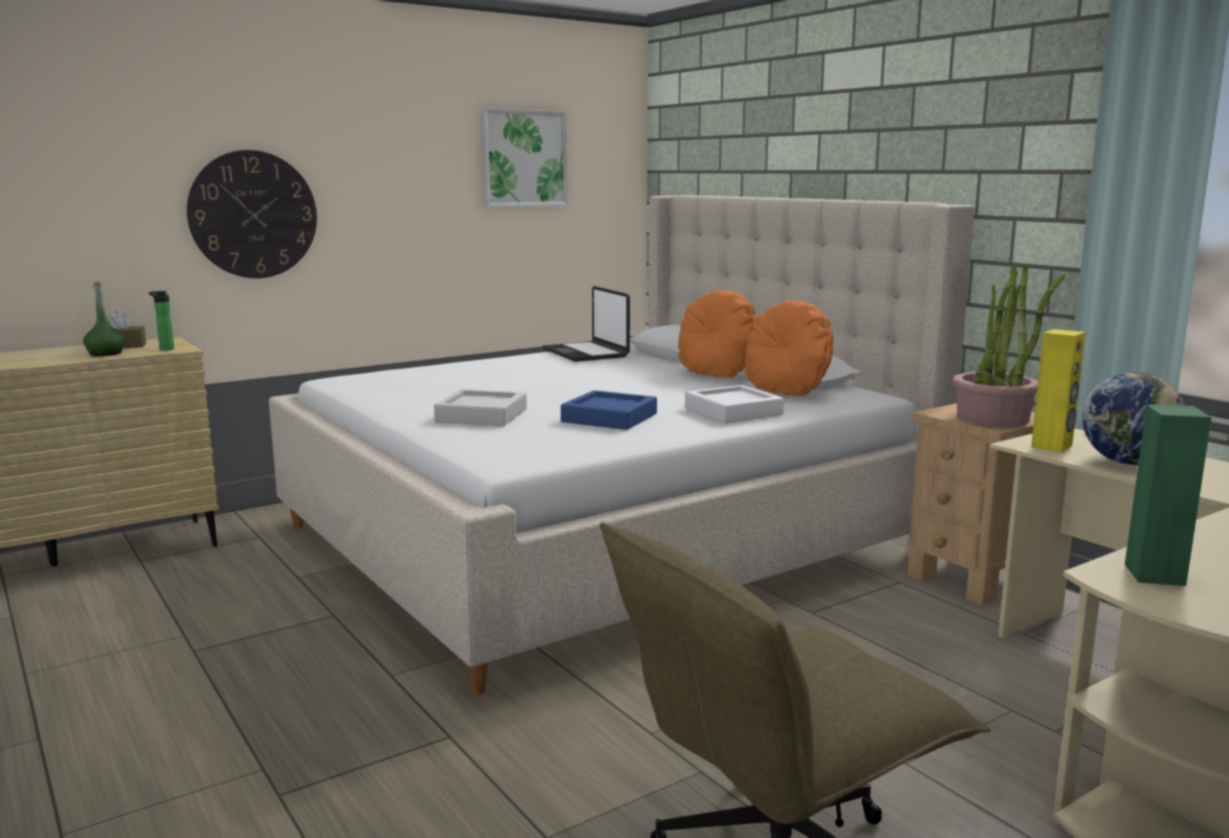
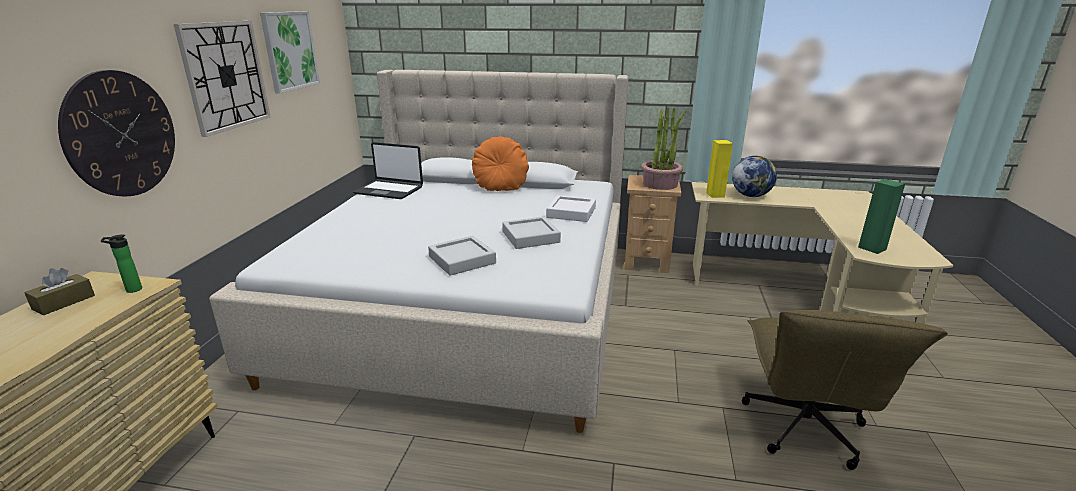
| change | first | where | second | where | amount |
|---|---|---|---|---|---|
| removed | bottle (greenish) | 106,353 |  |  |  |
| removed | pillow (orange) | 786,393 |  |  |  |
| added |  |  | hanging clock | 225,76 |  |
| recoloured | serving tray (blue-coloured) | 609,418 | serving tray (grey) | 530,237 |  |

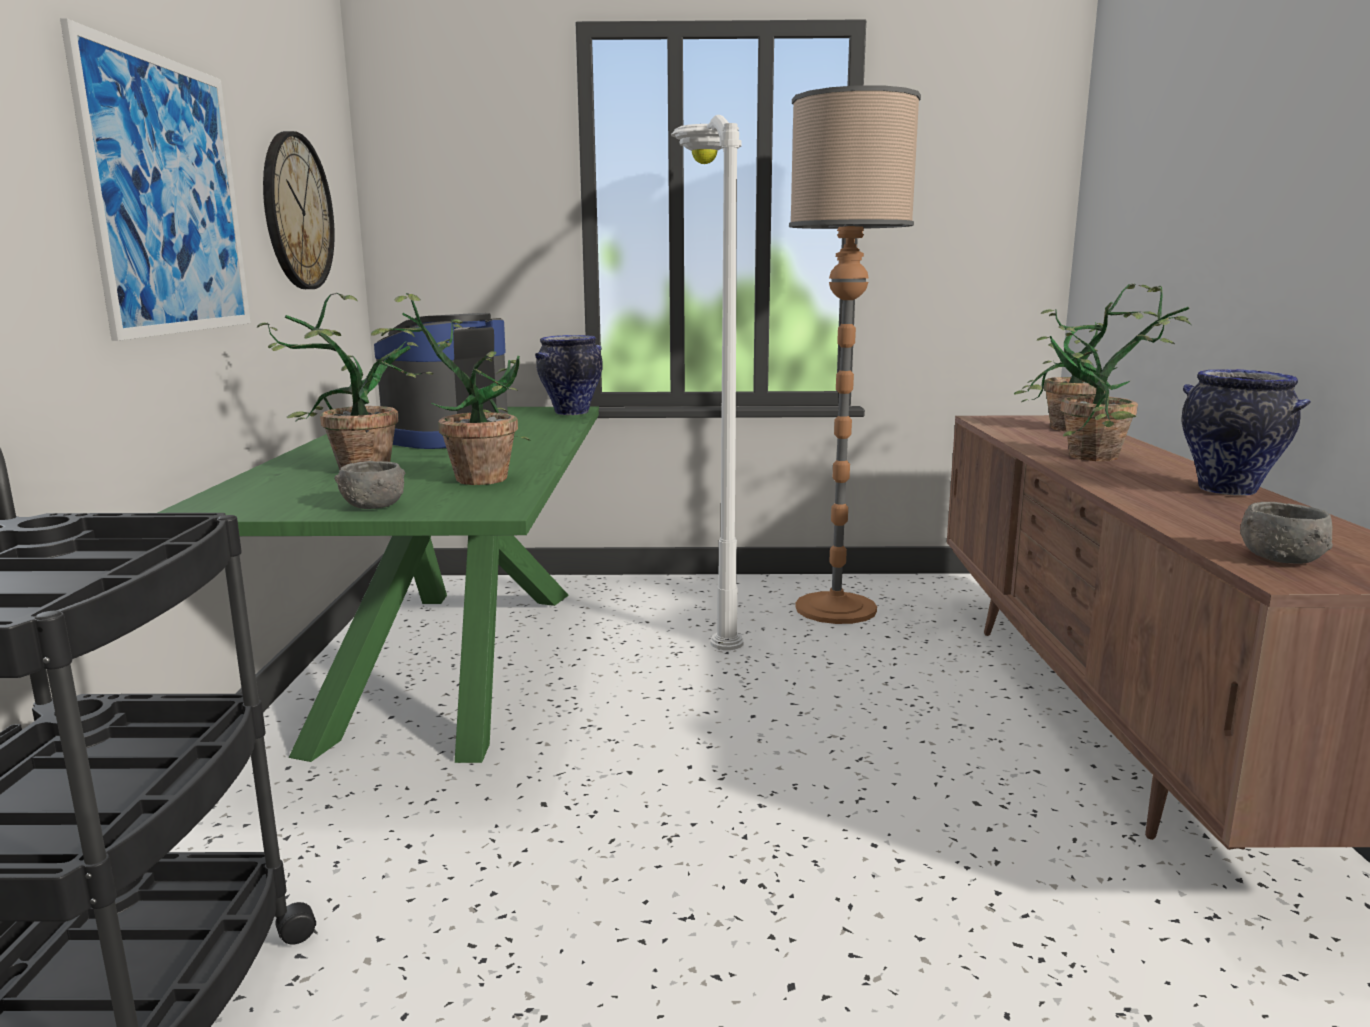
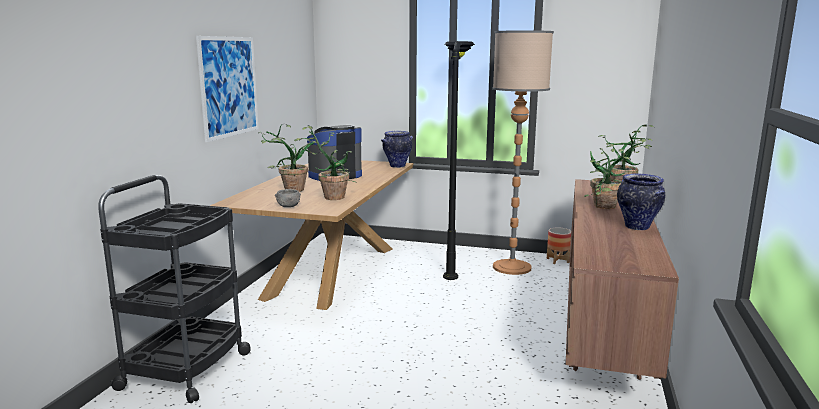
| change | first | where | second | where | amount |
|---|---|---|---|---|---|
| removed | hanging clock | 297,212 |  |  |  |
| removed | deep dish (grey) | 1280,558 |  |  |  |
| added |  |  | plant pot | 558,260 |  |
| recoloured | dinner table (greenish) | 452,662 | dinner table (brown) | 331,272 |  |
| recoloured | standard lamp (white-coloured) | 710,607 | standard lamp (blackish) | 453,261 |  |

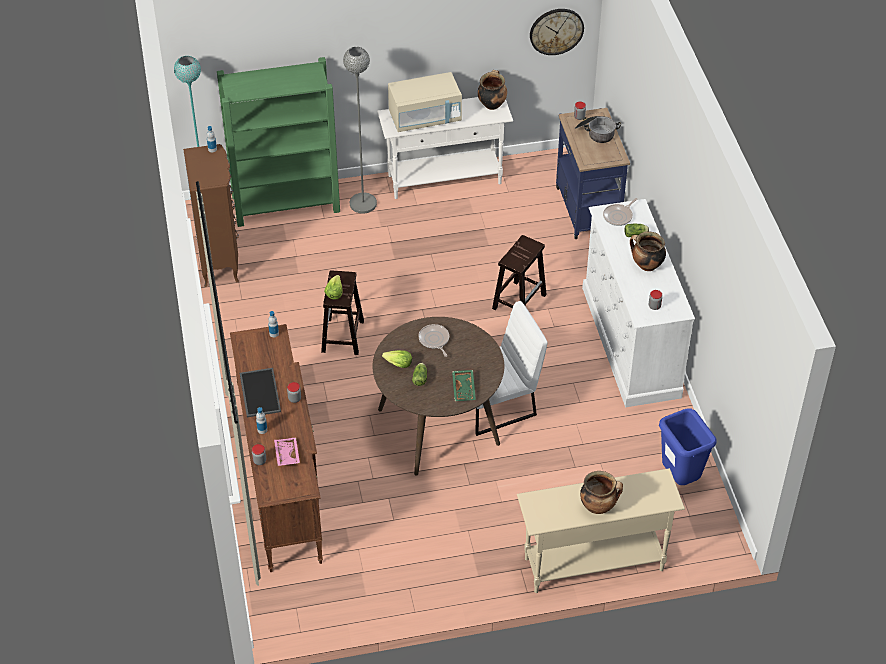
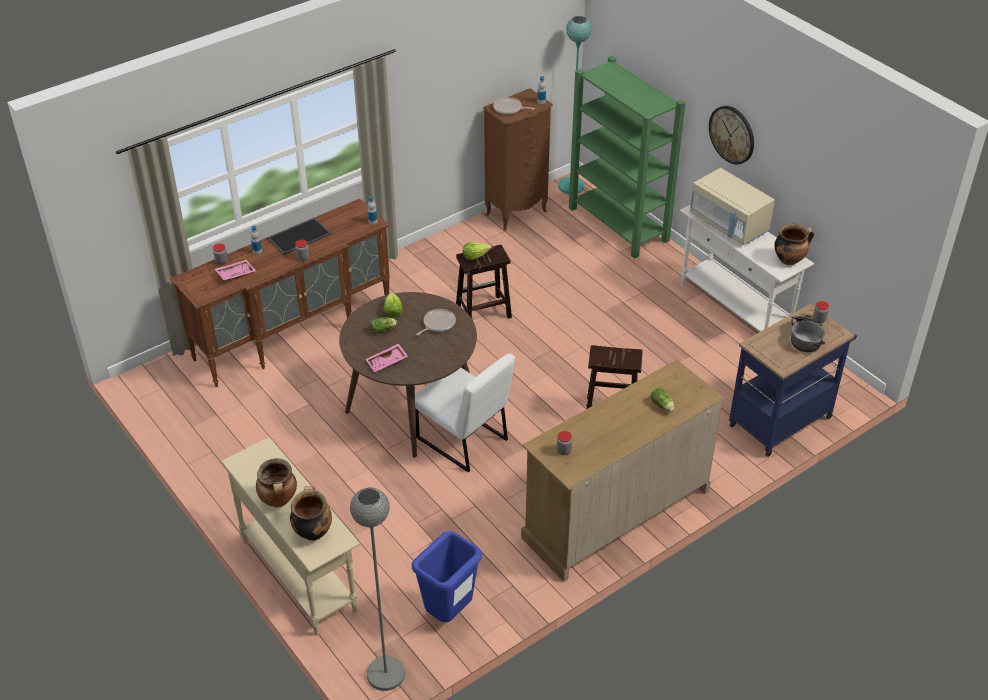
| change | first | where | second | where | amount |
|---|---|---|---|---|---|
| moved | standard lamp (grey) | 363,204 |  | 385,674 |  |
| moved | hanging clock | 556,31 |  | 732,134 |  |
| moved | frying pan | 619,216 |  | 509,109 |  |
| moved | cooking pot | 646,265 |  | 312,531 |  |
| recoloured | serving tray (greenish) | 464,389 | serving tray (pink) | 387,362 |  |
| recoloured | dresser (white-coloured) | 630,342 | dresser (brown) | 615,514 |  |

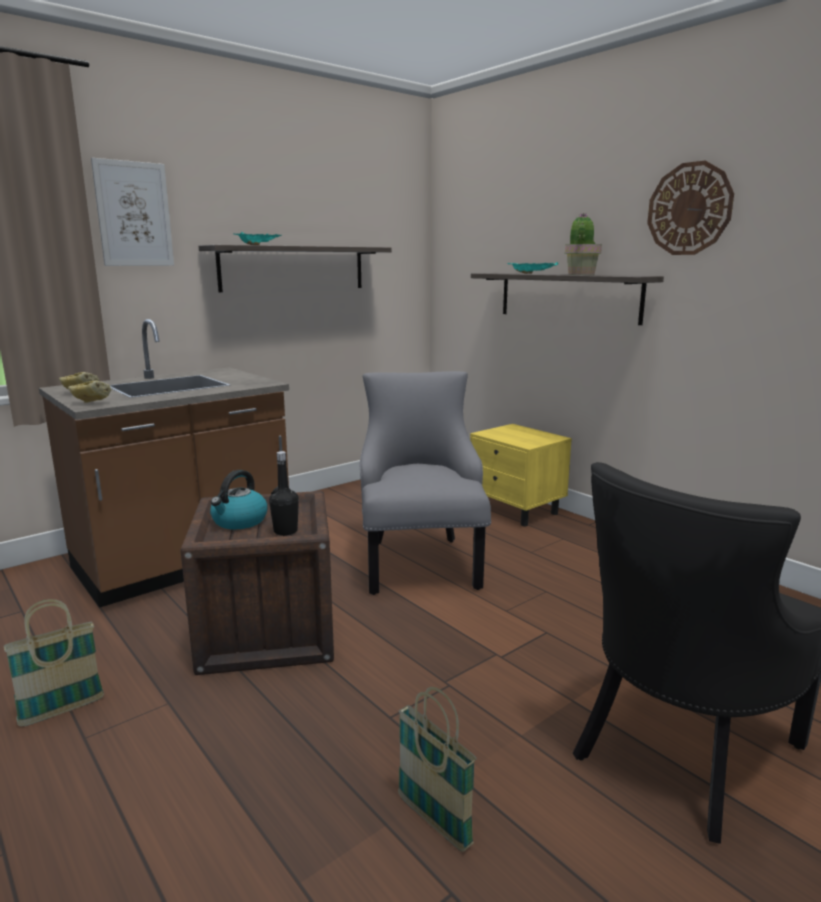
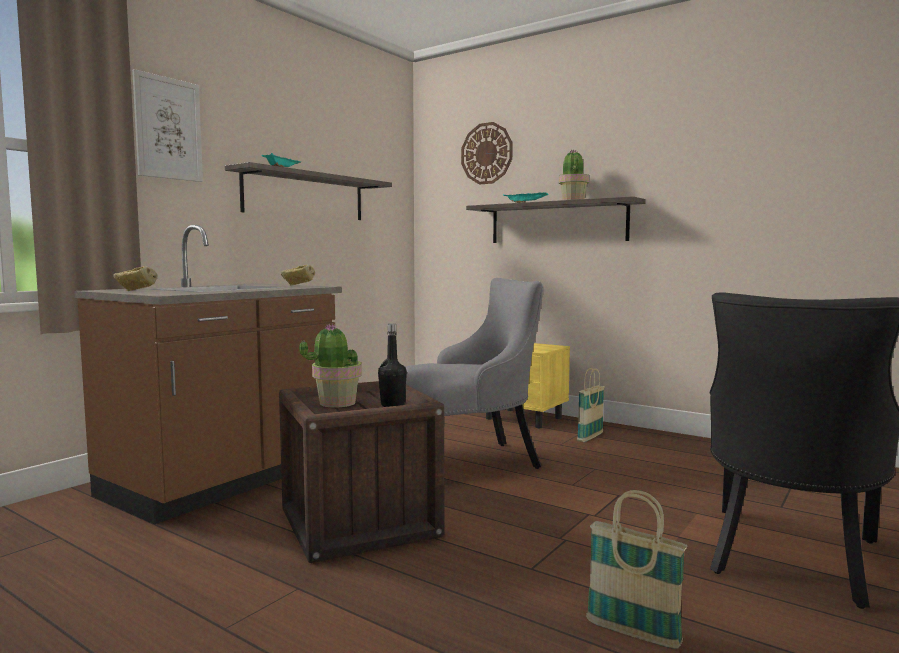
| change | first | where | second | where | amount |
|---|---|---|---|---|---|
| moved | basket | 62,710 |  | 590,437 |  |
| moved | bakery bread | 91,404 |  | 298,285 |  |
| moved | hanging clock | 689,209 |  | 486,153 |  |
| replaced | water kettle | 239,521 | houseplant | 336,403 |  |
| turned | chair (grey) | 420,566 |  | 469,462 | 90 degrees clockwise |

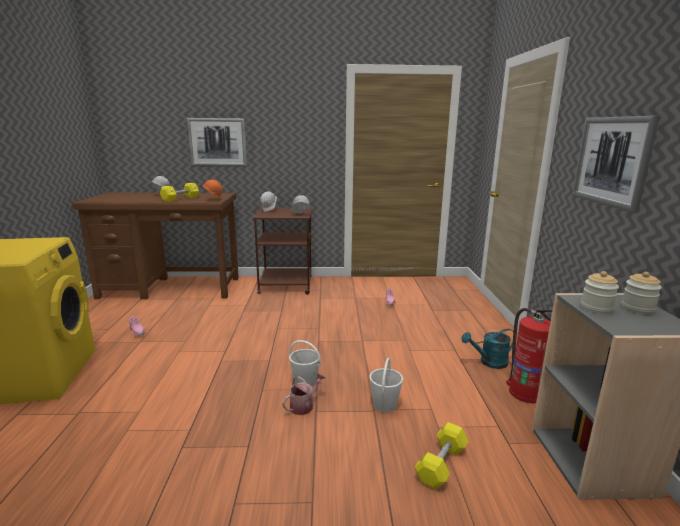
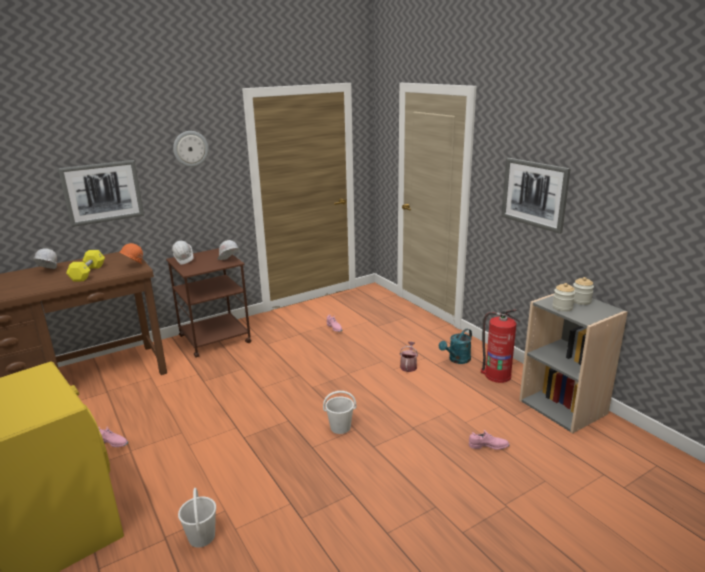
| change | first | where | second | where | amount |
|---|---|---|---|---|---|
| added |  |  | hanging clock | 190,148 |  |
| moved | sprinkling can | 304,405 |  | 408,366 |  |
| moved | bucket (white-coloured) | 385,404 |  | 201,536 |  |
| replaced | hand weight (yellowish) | 441,464 | low shoe (pink) | 488,446 |  |

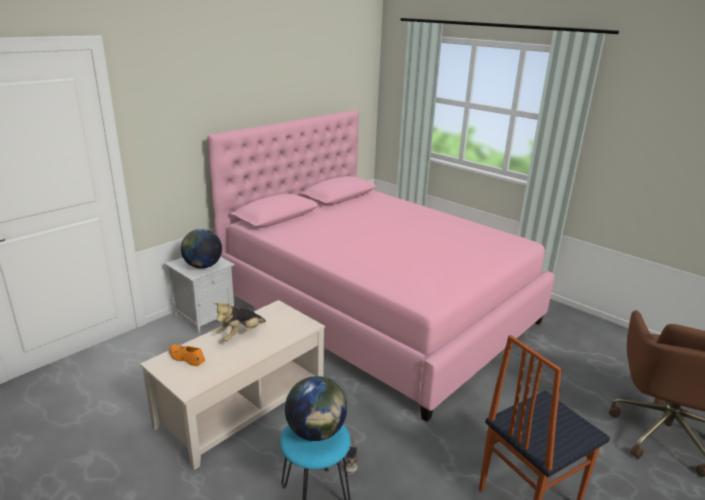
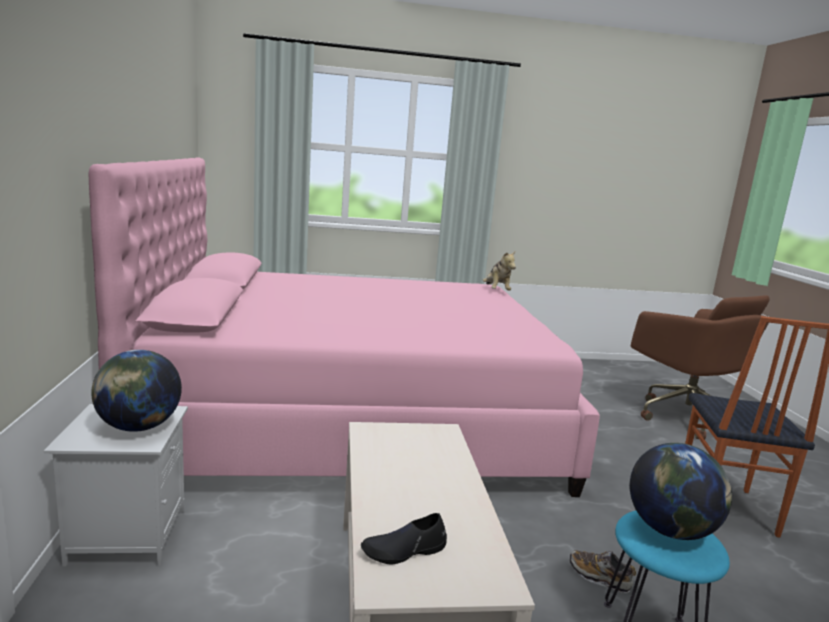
| change | first | where | second | where | amount |
|---|---|---|---|---|---|
| moved | plush toy | 240,334 |  | 496,291 |  |
| recoloured | low shoe (orange) | 186,358 | low shoe (blackish) | 404,550 |  |

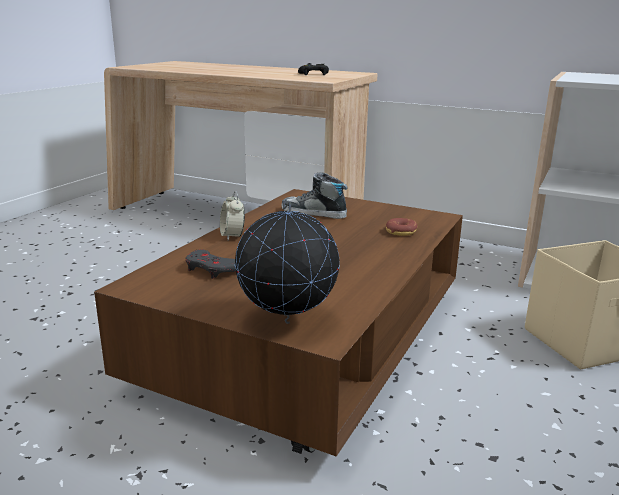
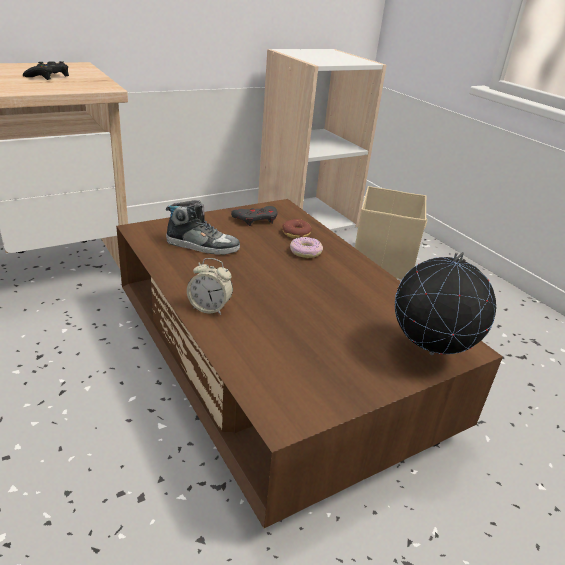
| change | first | where | second | where | amount |
|---|---|---|---|---|---|
| added |  |  | doughnut | 305,252 |  |
| moved | gamepad (grey) | 213,269 |  | 256,219 |  |
| turned | low shoe | 313,213 |  | 202,245 | 135 degrees counterclockwise |

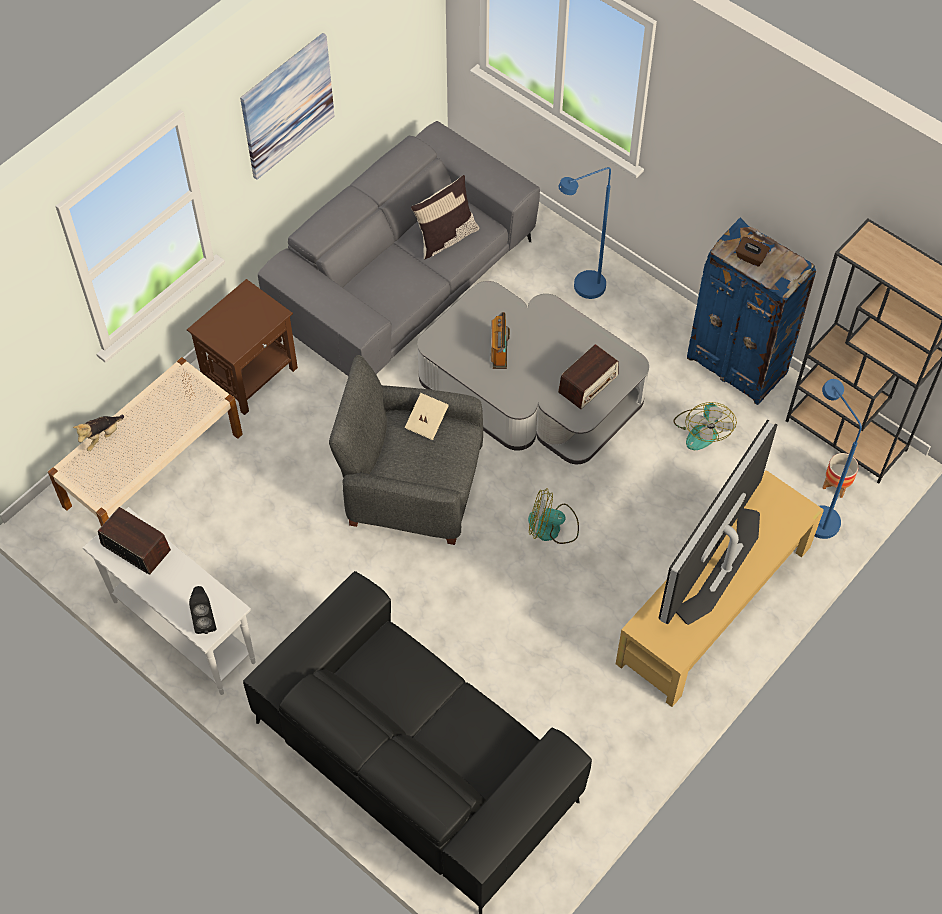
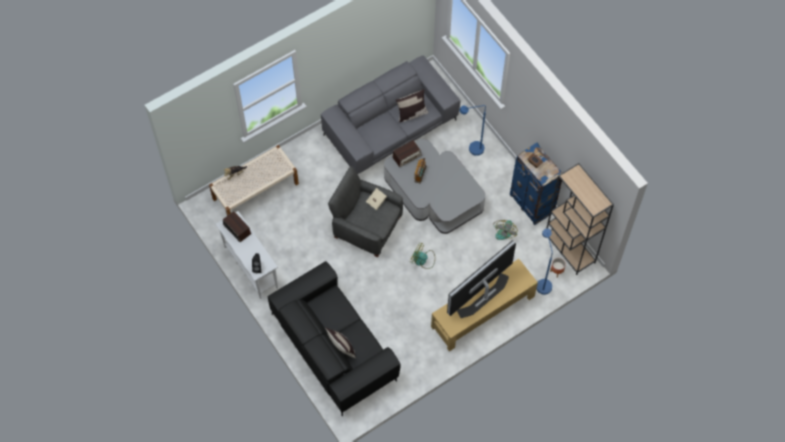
| change | first | where | second | where | amount |
|---|---|---|---|---|---|
| removed | side table (brown) | 251,374 |  |  |  |
| removed | wall picture | 287,106 |  |  |  |
| added |  |  | pillow | 341,348 |  |
| moved | radio receiver | 588,384 |  | 407,156 |  |

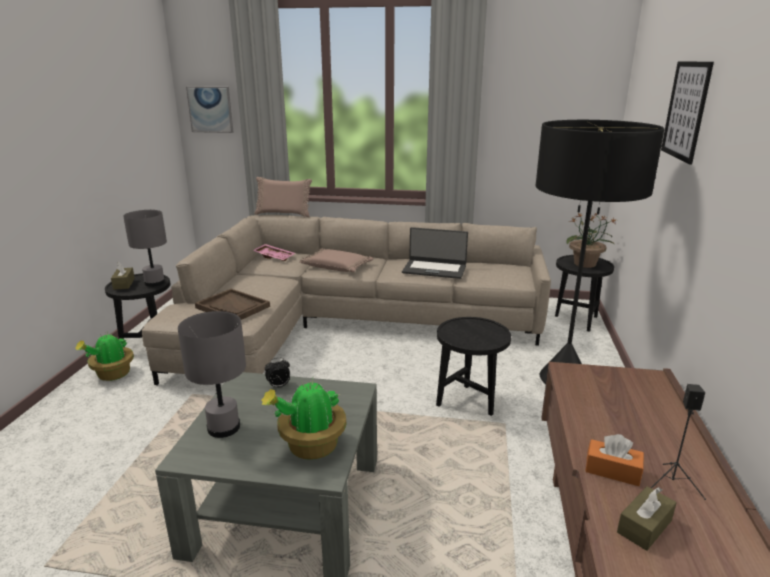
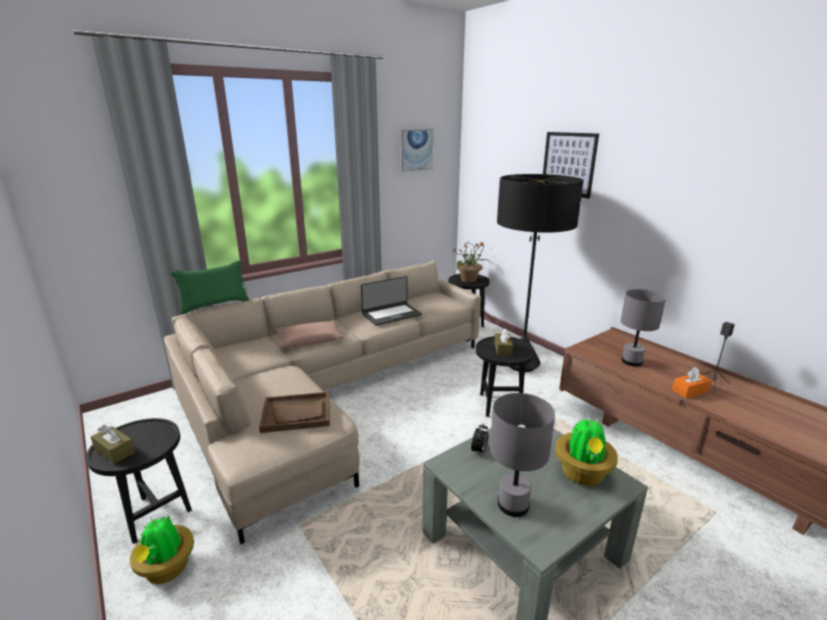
| change | first | where | second | where | amount |
|---|---|---|---|---|---|
| removed | serving tray (pink) | 274,257 |  |  |  |
| moved | table lamp (grey) | 154,283 |  | 632,362 |  |
| moved | wall picture | 210,109 |  | 415,150 |  |
| moved | tissue box (brown) | 644,526 |  | 502,349 |  |
| recoloured | pillow (sand-coloured) | 283,214 | pillow (greenish) | 215,305 |  |

